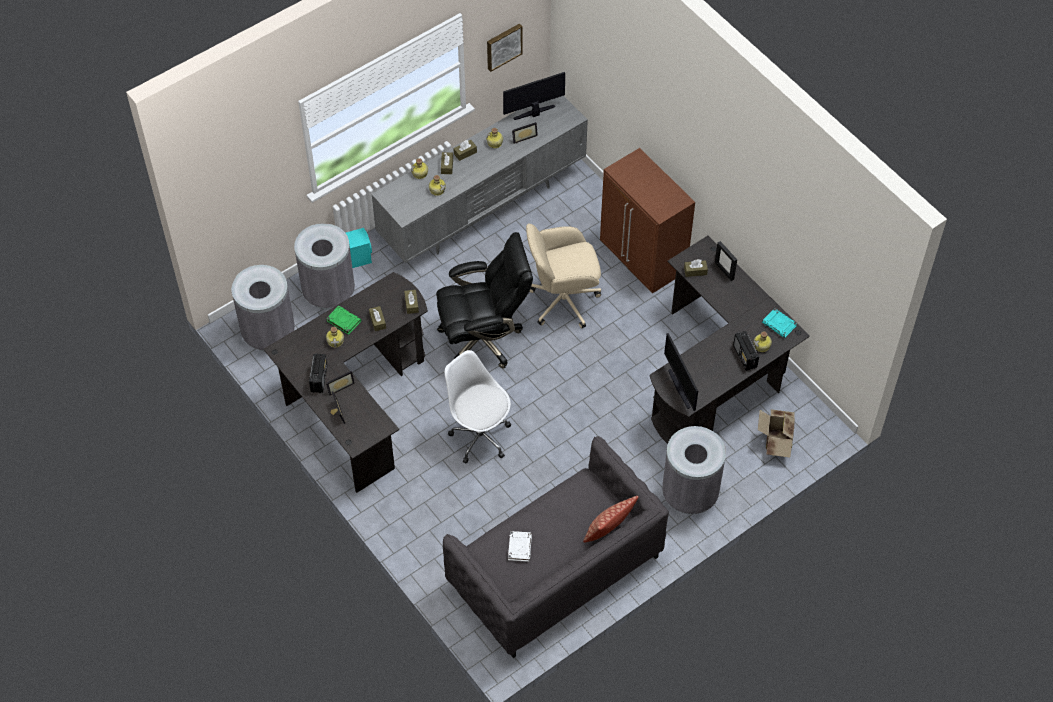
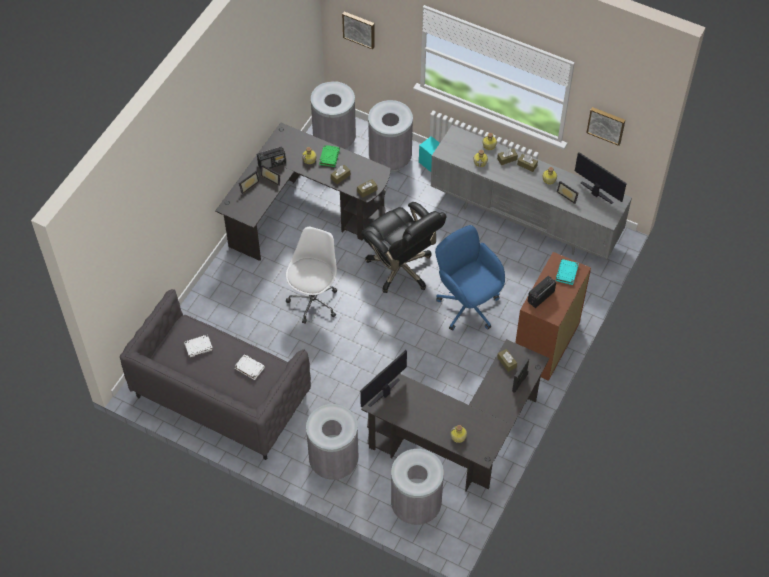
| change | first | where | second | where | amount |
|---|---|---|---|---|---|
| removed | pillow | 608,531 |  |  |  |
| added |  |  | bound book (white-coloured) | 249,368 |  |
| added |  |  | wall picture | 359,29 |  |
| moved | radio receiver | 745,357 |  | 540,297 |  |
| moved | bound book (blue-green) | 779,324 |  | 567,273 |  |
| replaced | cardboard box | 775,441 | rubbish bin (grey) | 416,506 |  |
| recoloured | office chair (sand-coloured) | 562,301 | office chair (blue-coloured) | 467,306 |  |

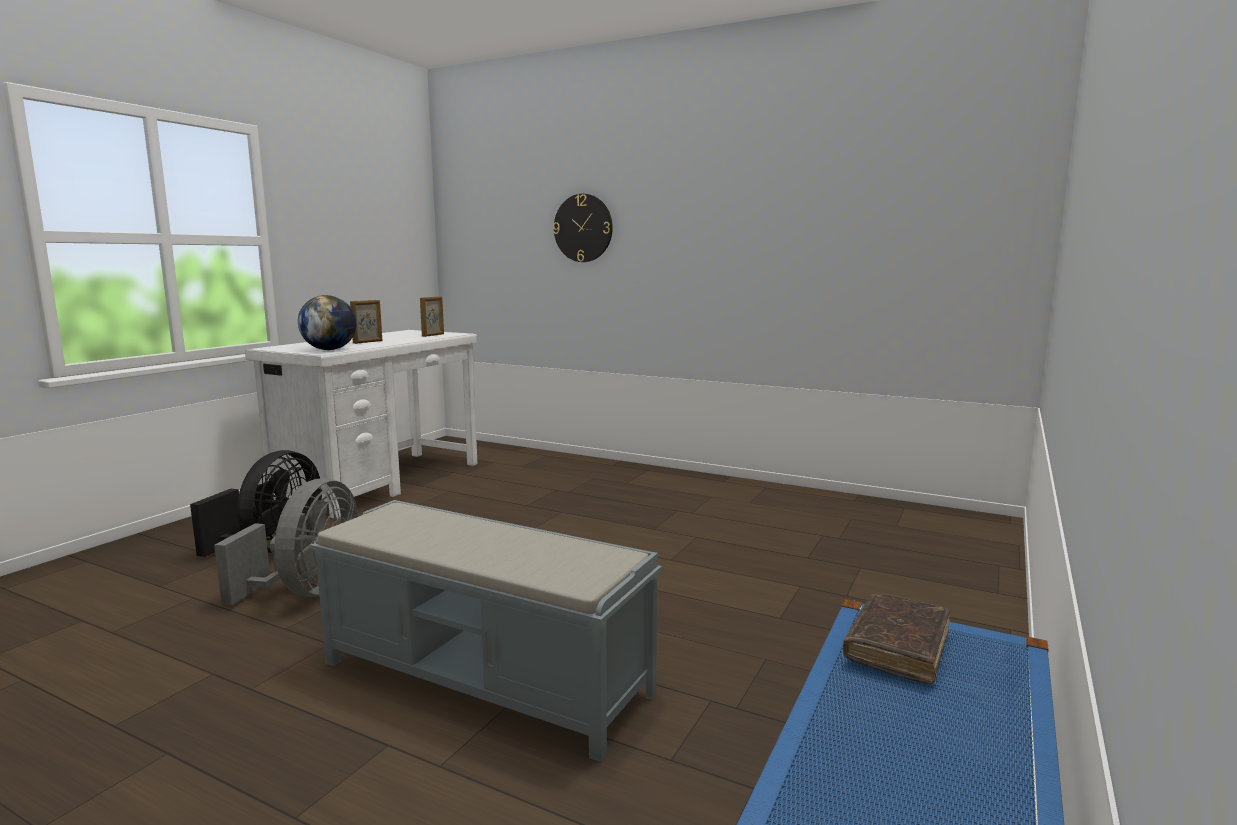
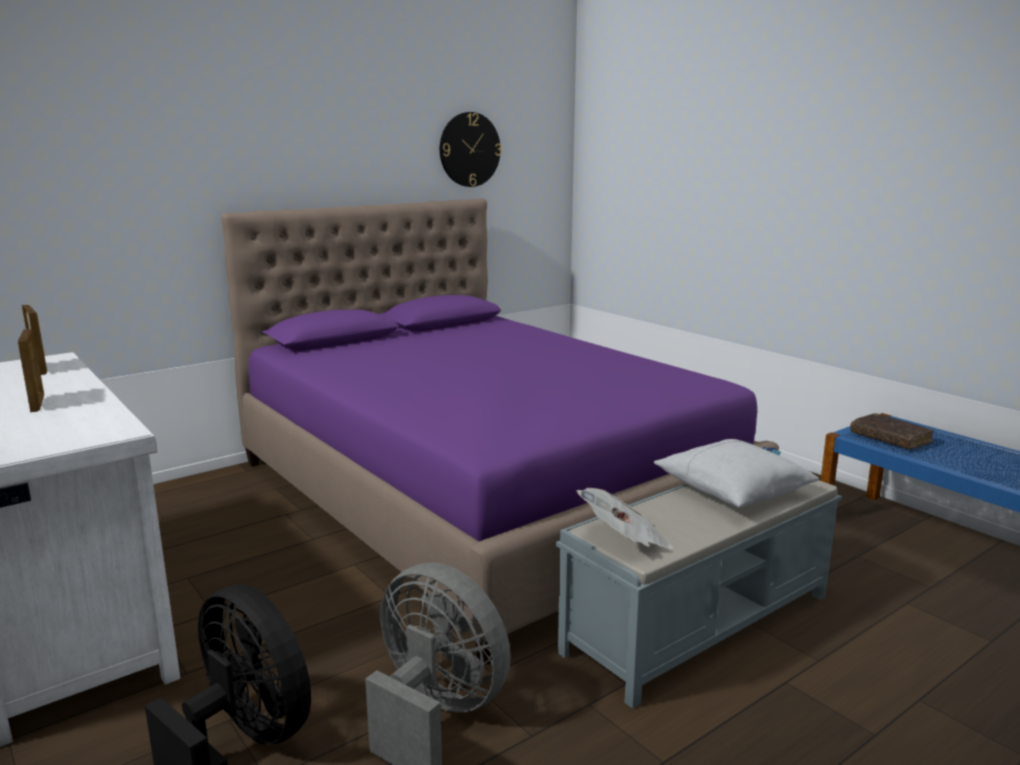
| change | first | where | second | where | amount |
|---|---|---|---|---|---|
| removed | world globe | 329,349 |  |  |  |
| added |  |  | bed (purplish) | 481,495 |  |
| added |  |  | daily paper | 624,541 |  |
| added |  |  | pillow (grey) | 733,491 |  |
| moved | hanging clock | 583,228 |  | 469,149 |  |

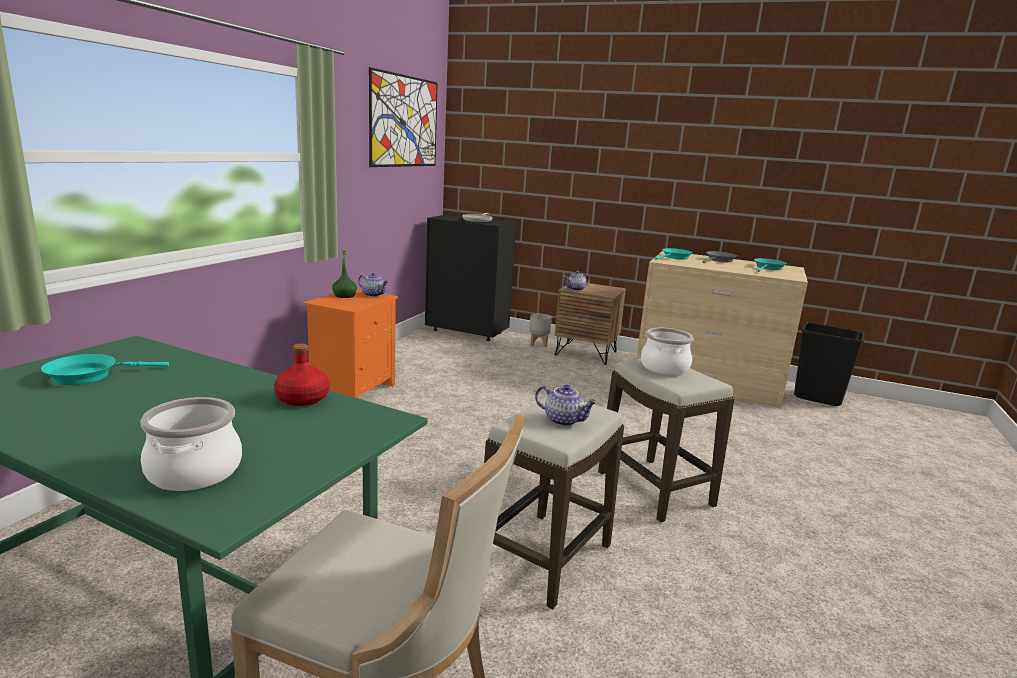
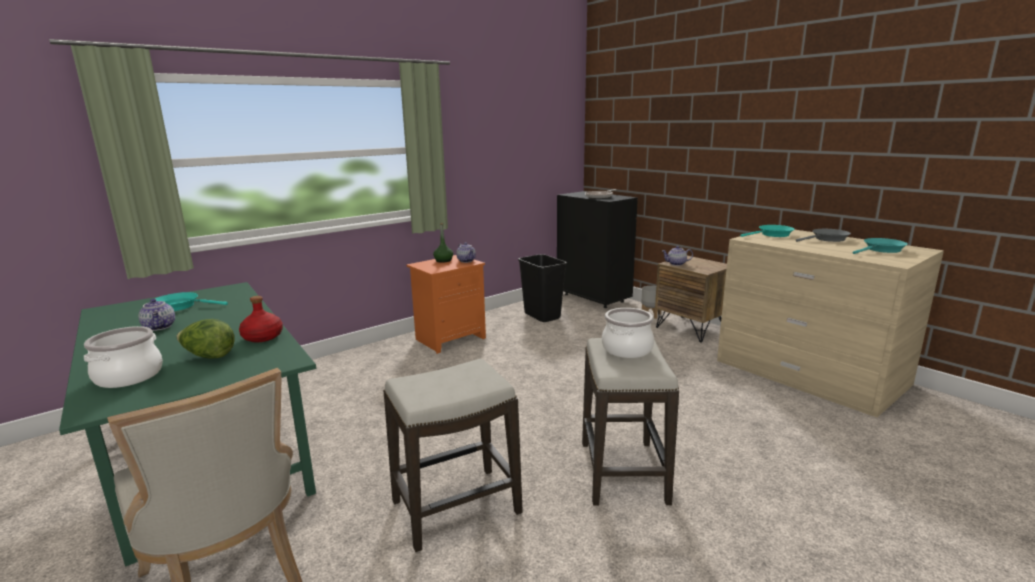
| change | first | where | second | where | amount |
|---|---|---|---|---|---|
| removed | wall picture | 405,121 |  |  |  |
| added |  |  | head of lettuce | 208,356 |  |
| moved | pot for tea | 564,420 |  | 160,327 |  |
| moved | rubbish bin (blackish) | 818,398 |  | 543,316 |  |

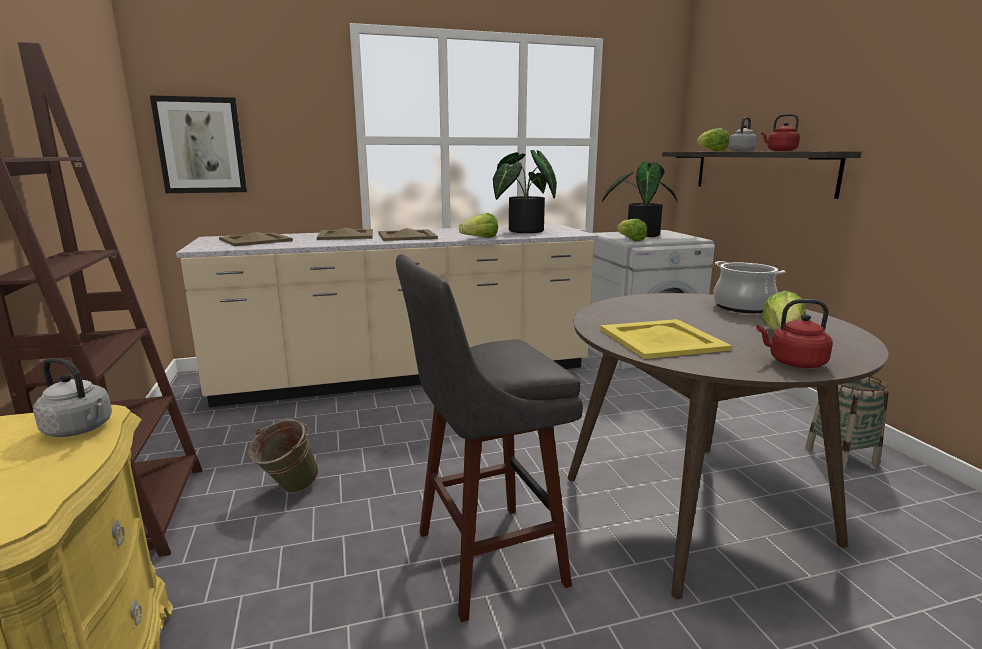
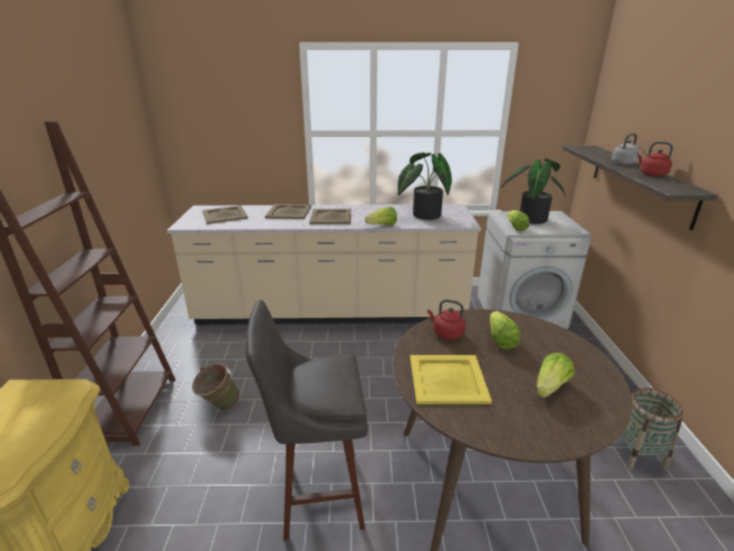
| change | first | where | second | where | amount |
|---|---|---|---|---|---|
| removed | water kettle (grey) | 80,429 |  |  |  |
| removed | wall picture | 201,145 |  |  |  |
| removed | cooking pot | 742,307 |  |  |  |
| moved | head of lettuce | 711,151 |  | 500,340 |  |
| moved | water kettle (red-coloured) | 793,363 |  | 446,333 |  |

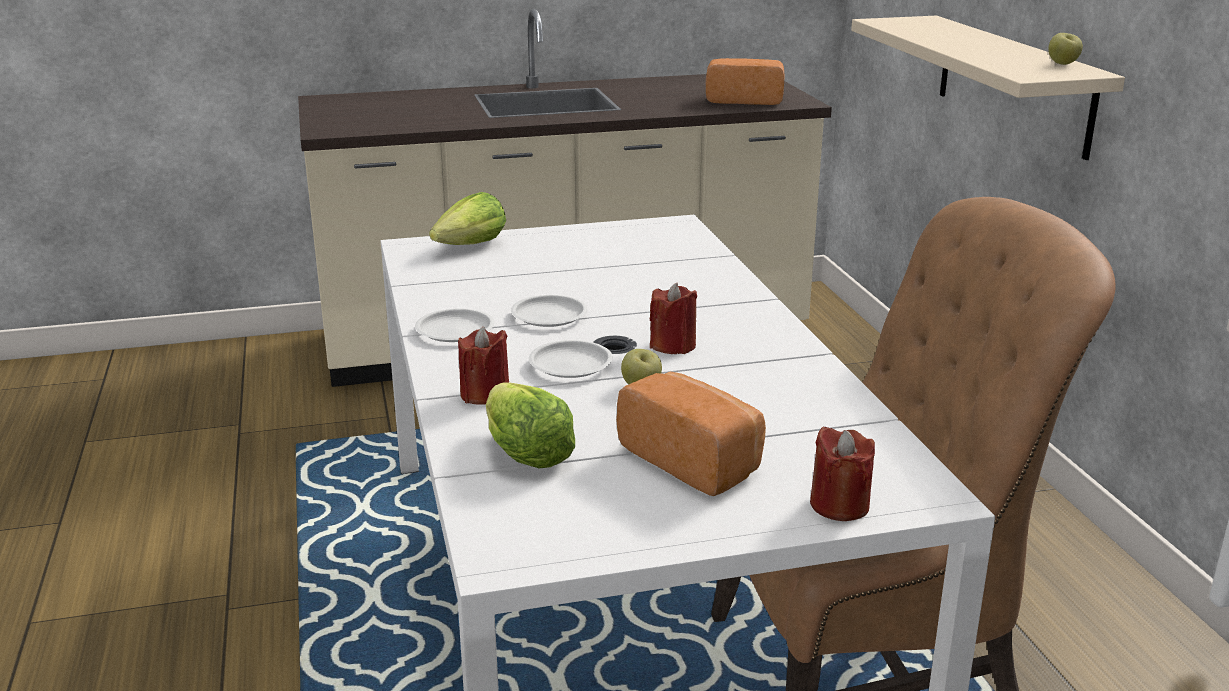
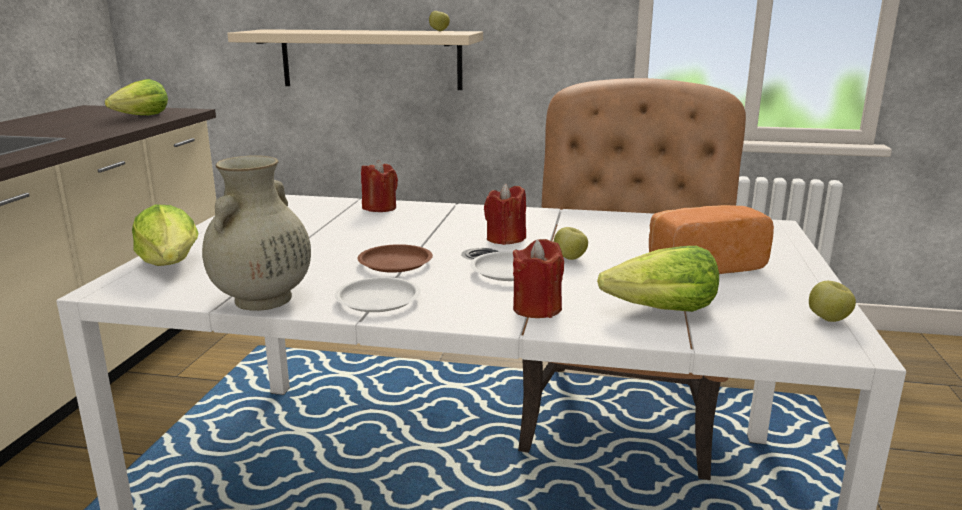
| change | first | where | second | where | amount |
|---|---|---|---|---|---|
| added |  |  | flower vase (sand-coloured) | 262,300 |  |
| added |  |  | apple fruit | 828,320 |  |
| moved | wax candle (red-coloured) | 839,505 |  | 379,208 |  |
| replaced | bakery bread | 744,100 | head of lettuce | 142,116 |  |
| recoloured | plate (white-coloured) | 548,316 | plate (brown) | 394,263 |  |

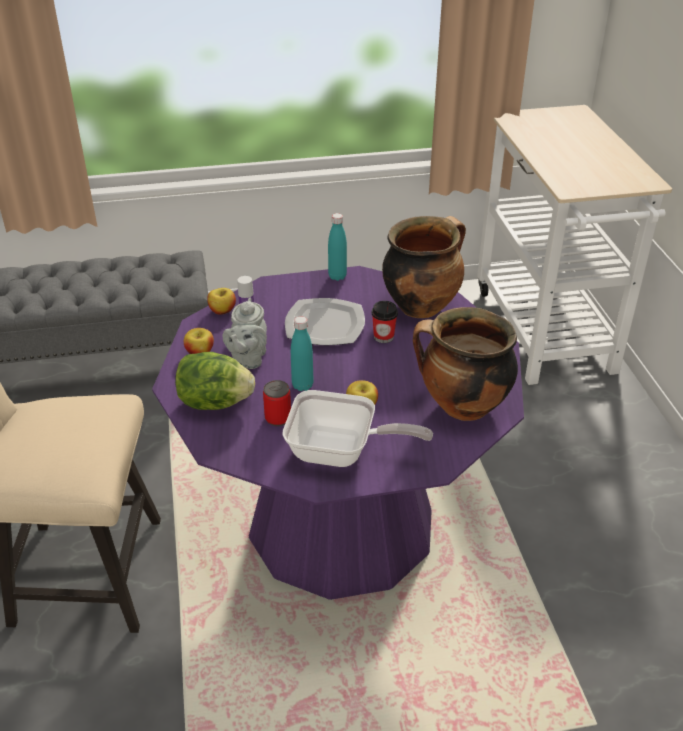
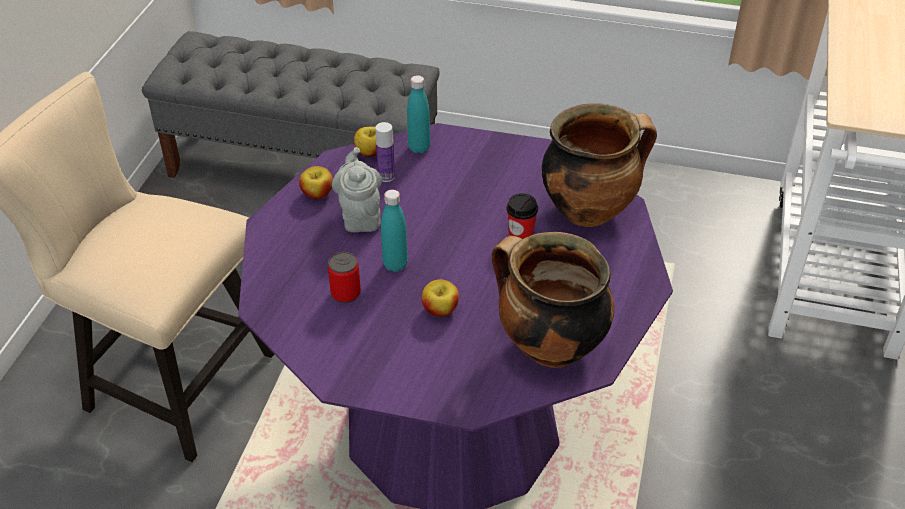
| change | first | where | second | where | amount |
|---|---|---|---|---|---|
| removed | head of lettuce | 215,402 |  |  |  |
| removed | frying pan | 340,453 |  |  |  |
| removed | plate | 325,324 |  |  |  |
| moved | bottle (blue-green) | 337,276 |  | 419,148 |  |
| turned | pot for tea (grey) | 248,359 |  | 360,216 | 135 degrees clockwise |

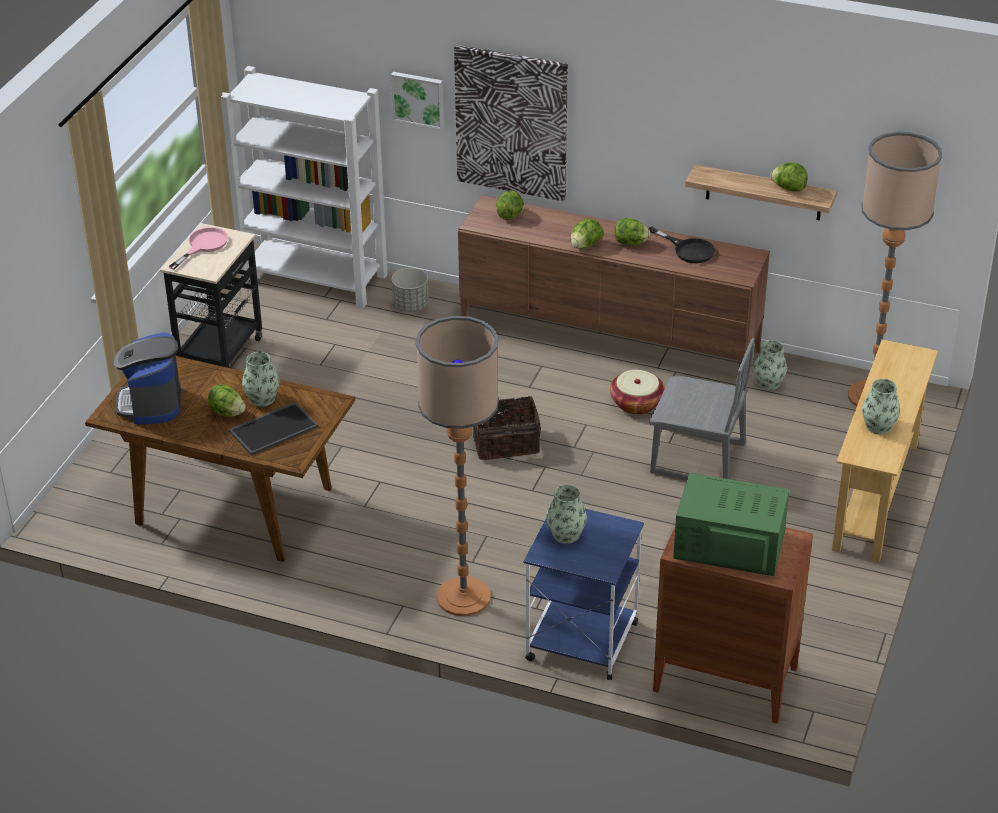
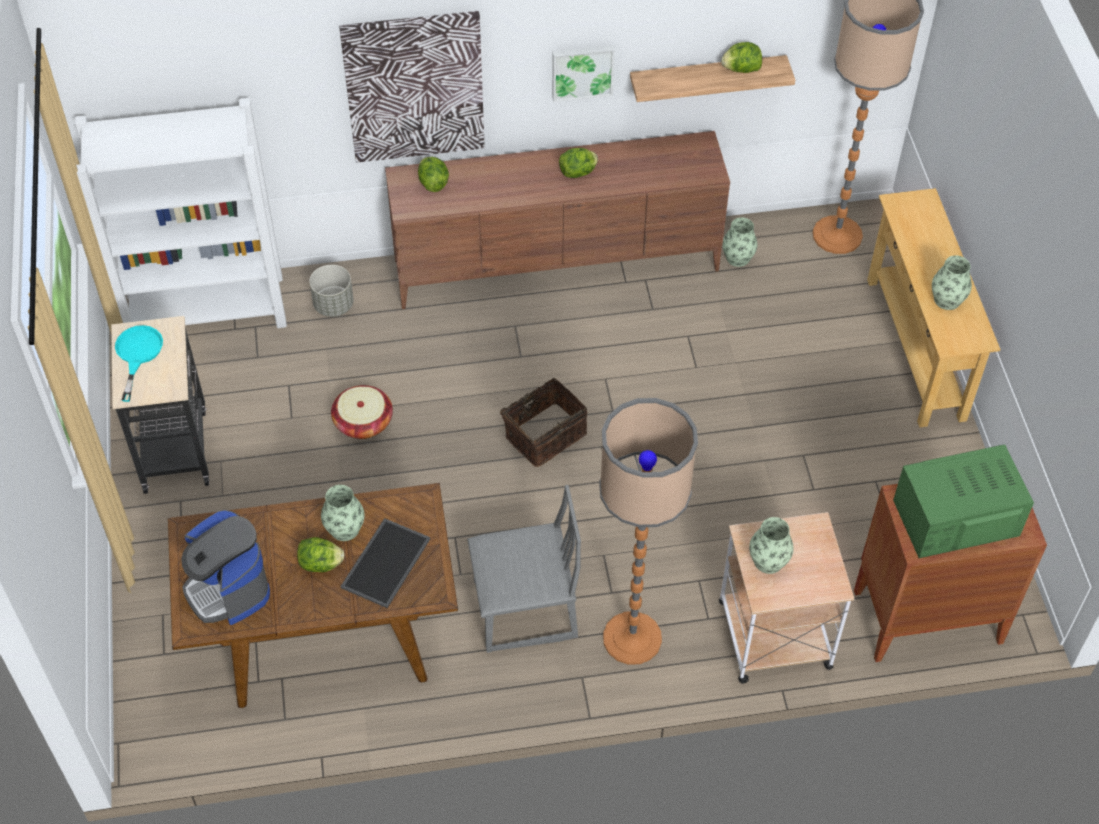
| change | first | where | second | where | amount |
|---|---|---|---|---|---|
| removed | head of lettuce | 585,245 |  |  |  |
| removed | frying pan (blackish) | 688,249 |  |  |  |
| moved | wall picture | 418,99 |  | 582,71 |  |
| moved | basket | 636,403 |  | 363,422 |  |
| moved | chair (grey) | 697,460 |  | 525,610 |  |
| recoloured | frying pan (pink) | 203,245 | frying pan (blue-green) | 137,354 |  |
| recoloured | trolley (blue-coloured) | 580,640 | trolley (sand-coloured) | 772,635 |  |

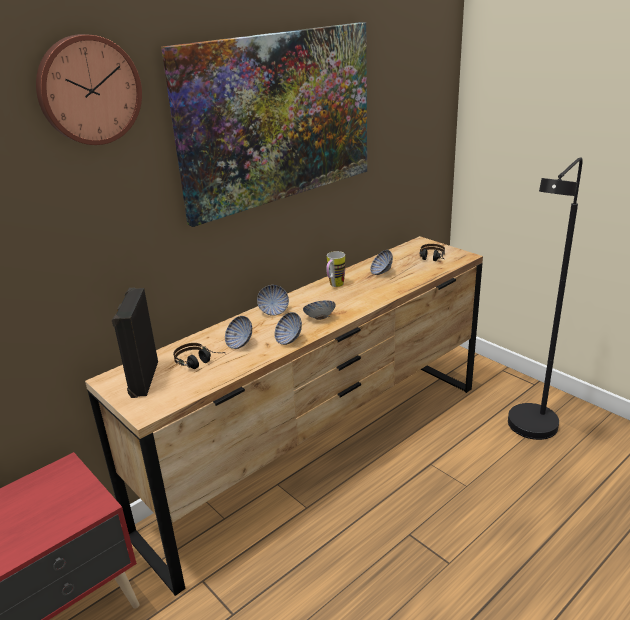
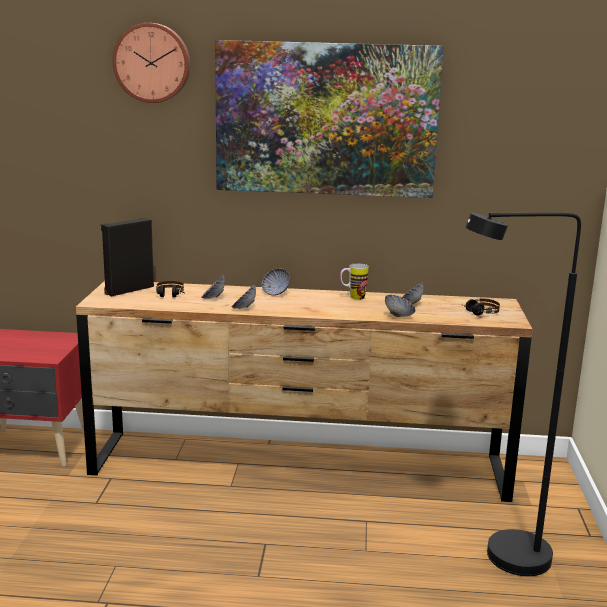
| change | first | where | second | where | amount |
|---|---|---|---|---|---|
| moved | deep dish | 320,319 |  | 398,317 |  |

